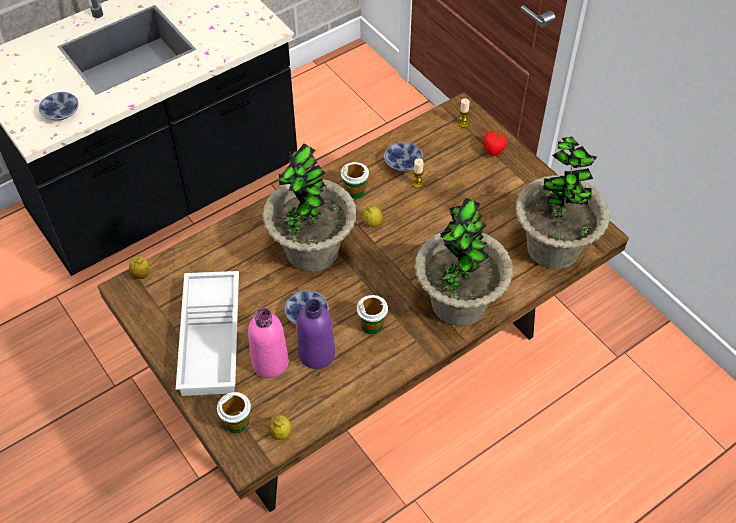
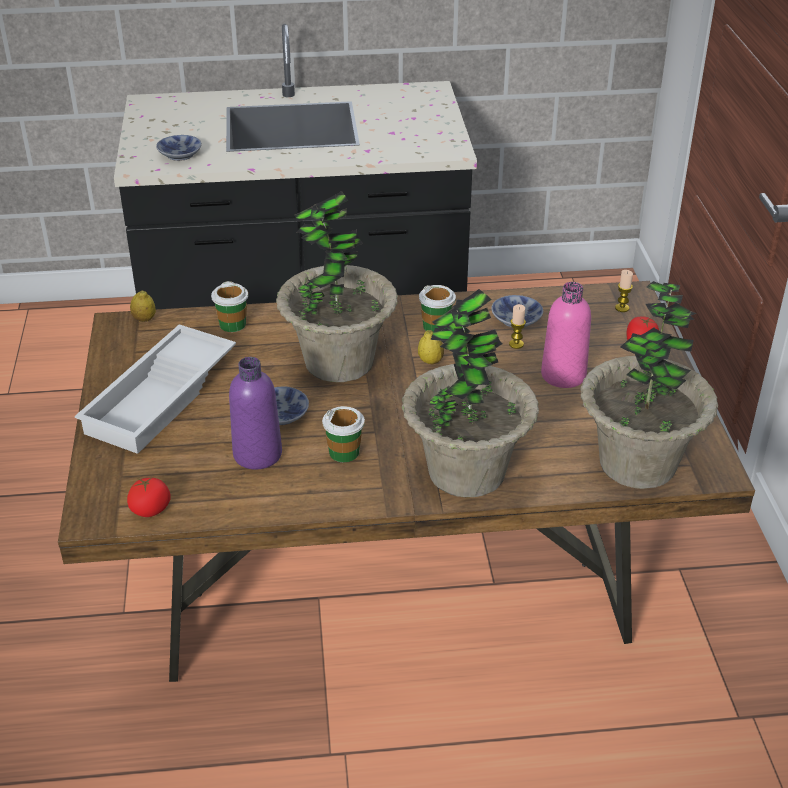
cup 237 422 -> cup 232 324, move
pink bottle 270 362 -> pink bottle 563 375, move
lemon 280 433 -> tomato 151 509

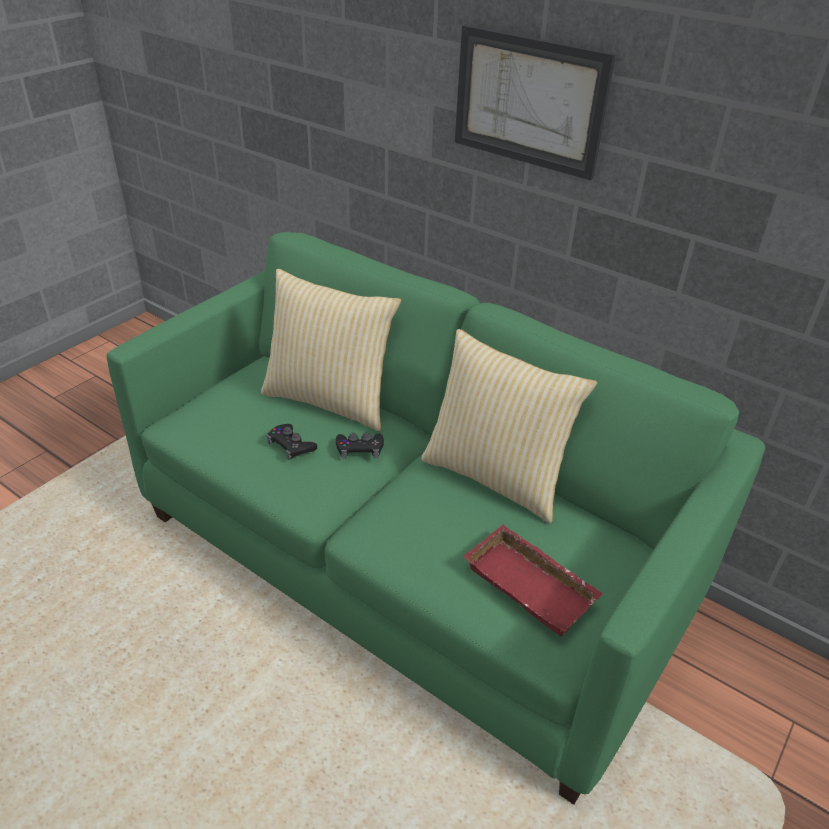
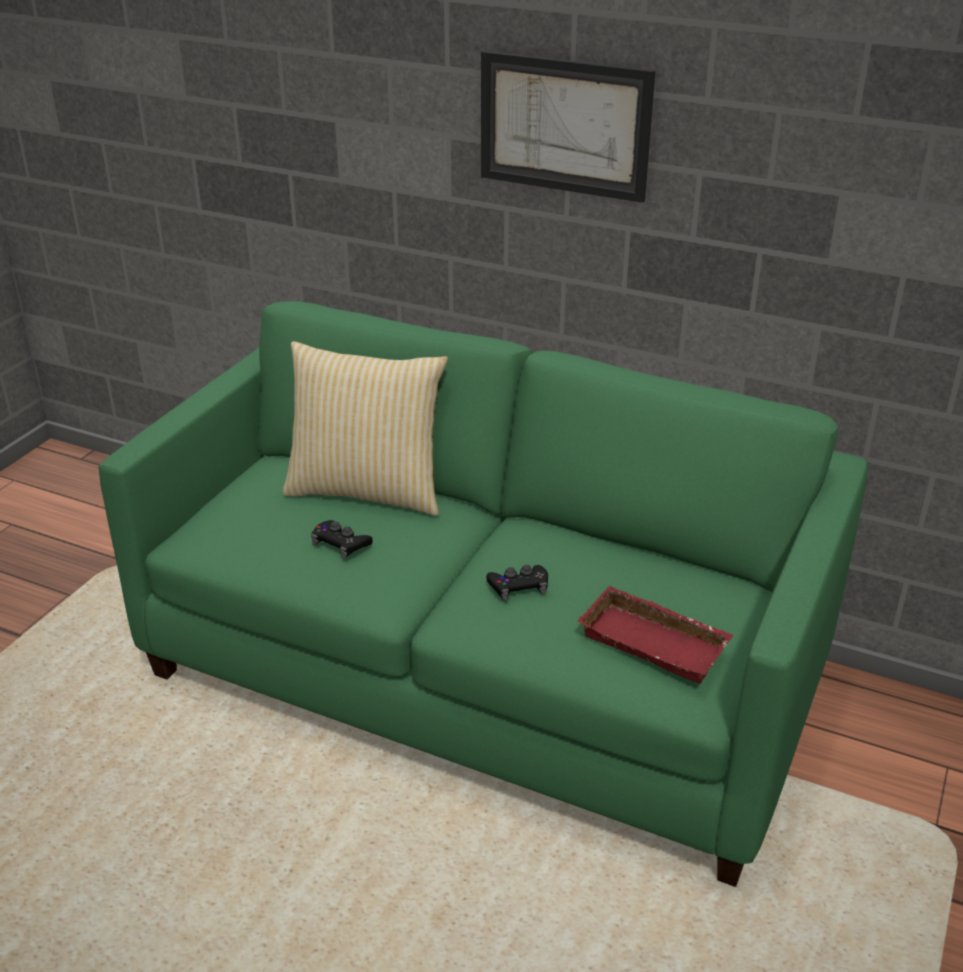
pillow 496 476 -> none
black game controller 359 449 -> black game controller 518 587, move

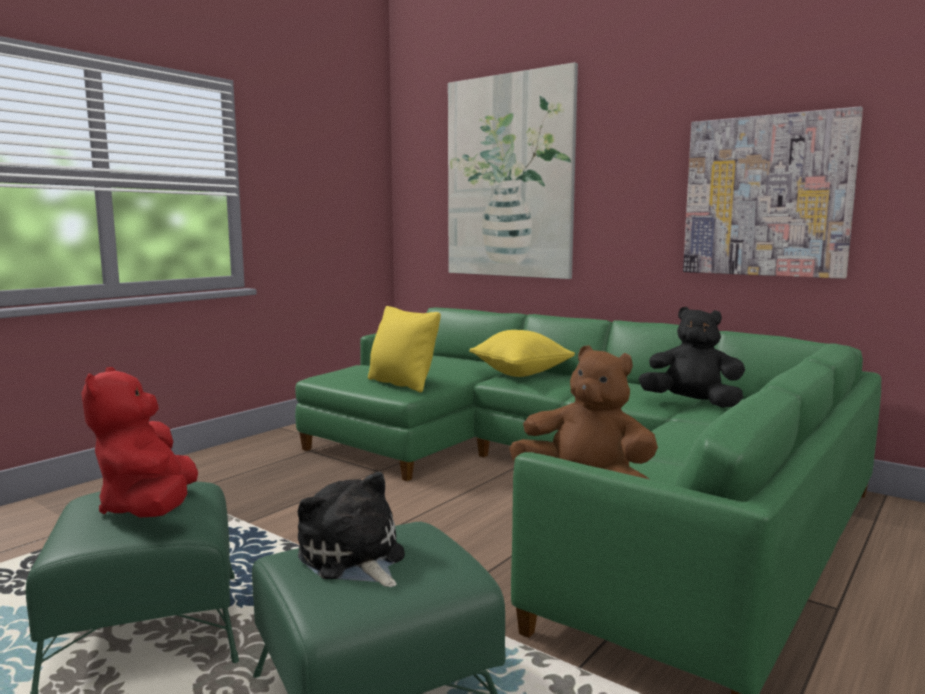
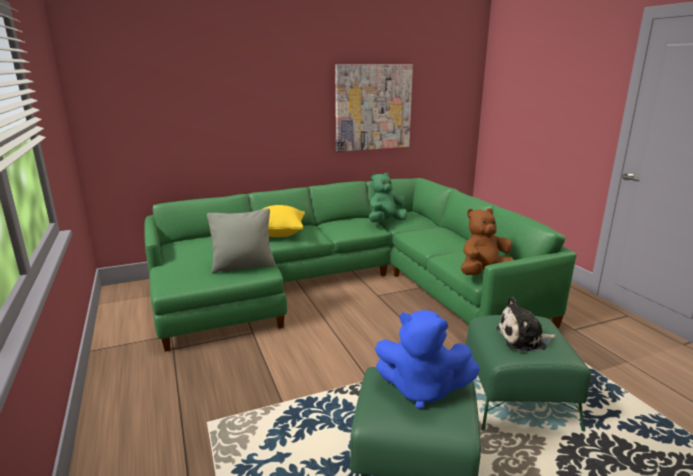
picture 509 177 -> none
red plush toy 150 508 -> blue plush toy 421 390
yellow pillow 402 384 -> grey pillow 243 266
black plush toy 692 403 -> green plush toy 385 222

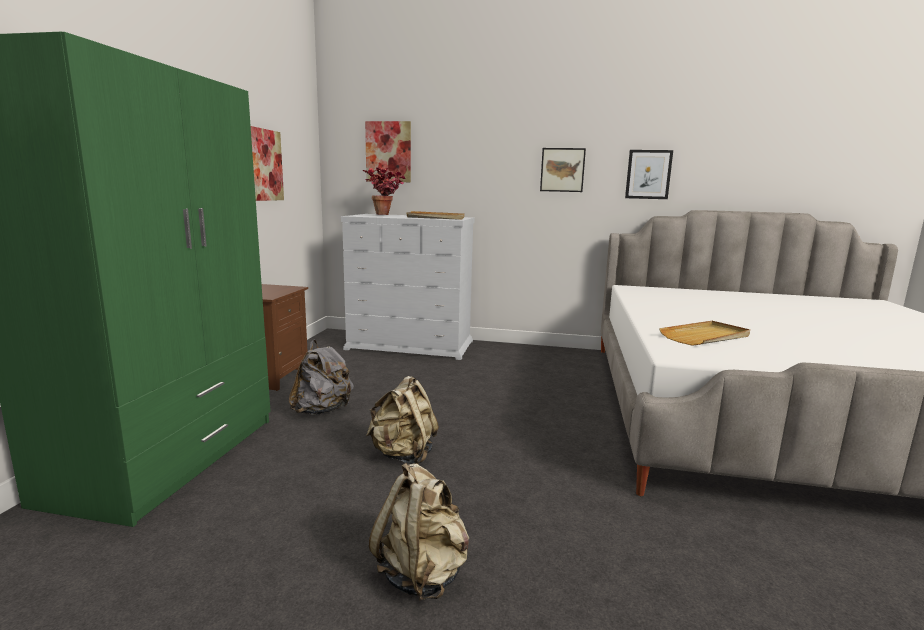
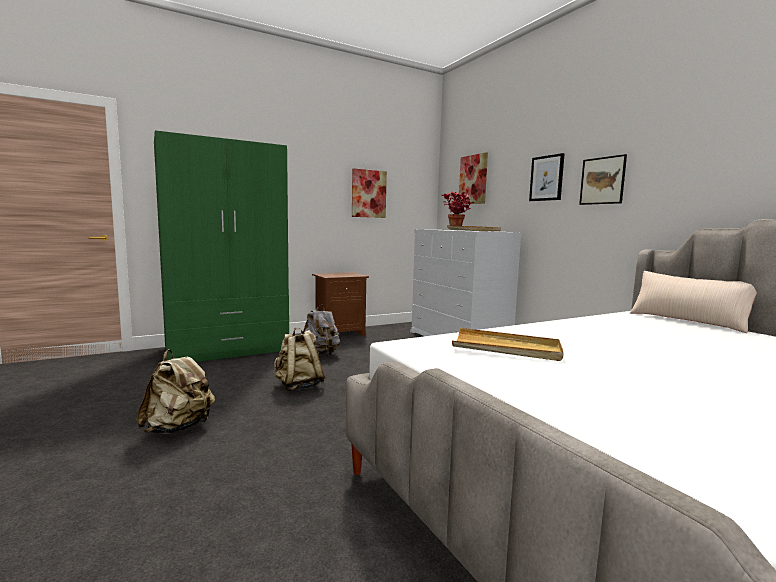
none -> beige pillow 687 321
picture 648 174 -> picture 546 178, move

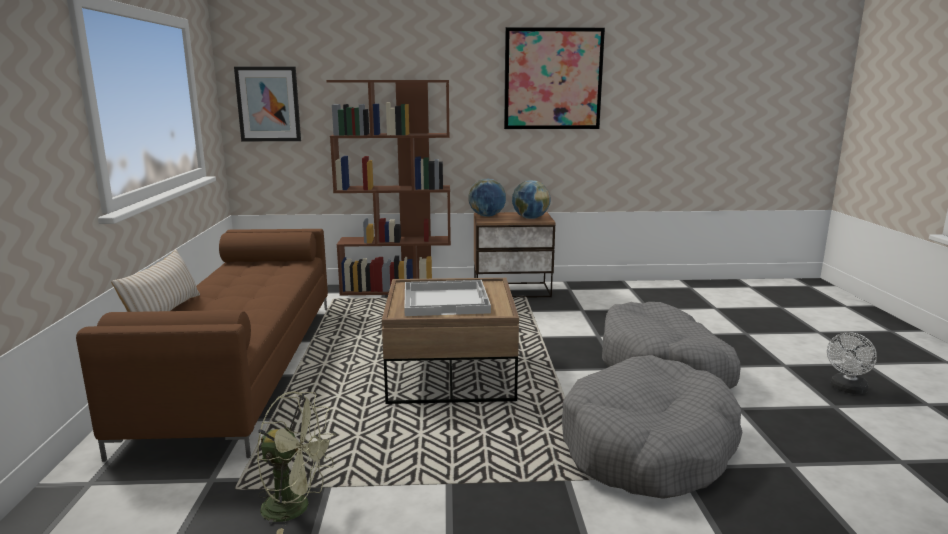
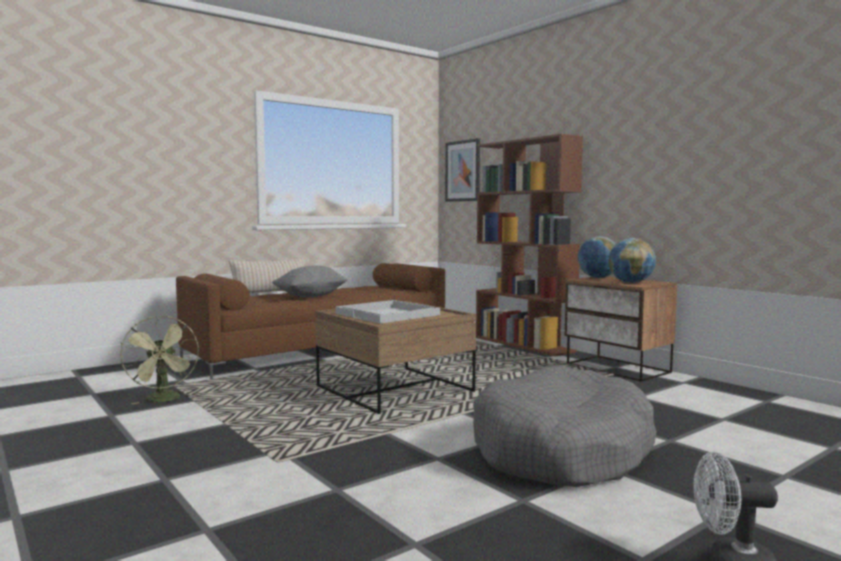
picture 553 79 -> none
grey dog bed 647 447 -> none
none -> grey pillow 310 296

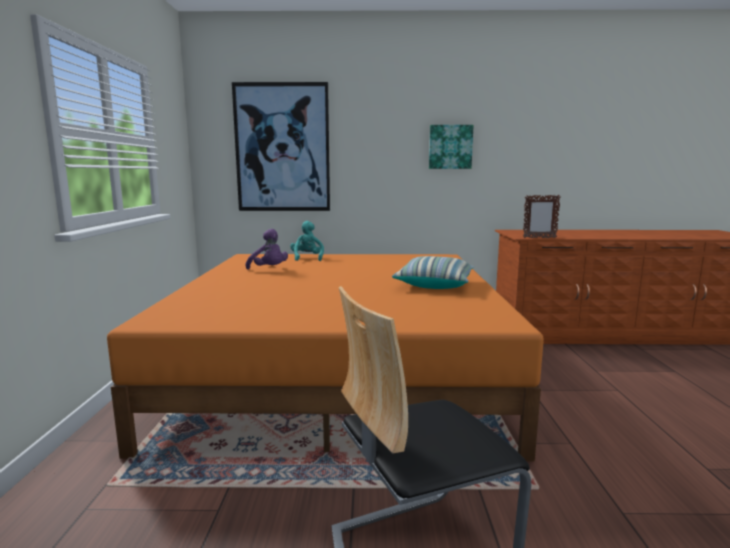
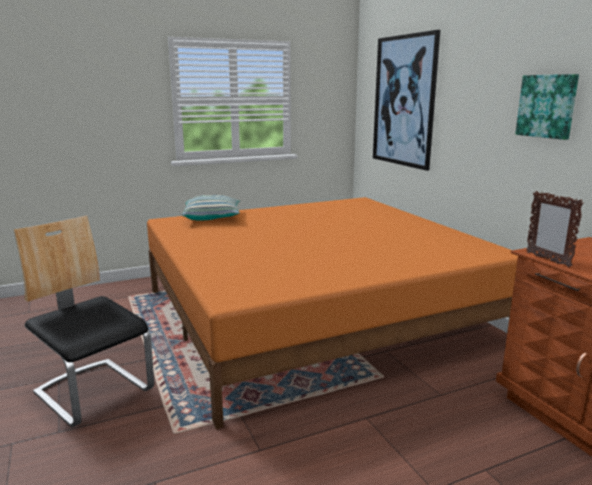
purple plush toy 269 269 -> none
turquoise plush toy 307 258 -> none
pillow 434 284 -> pillow 212 218, move

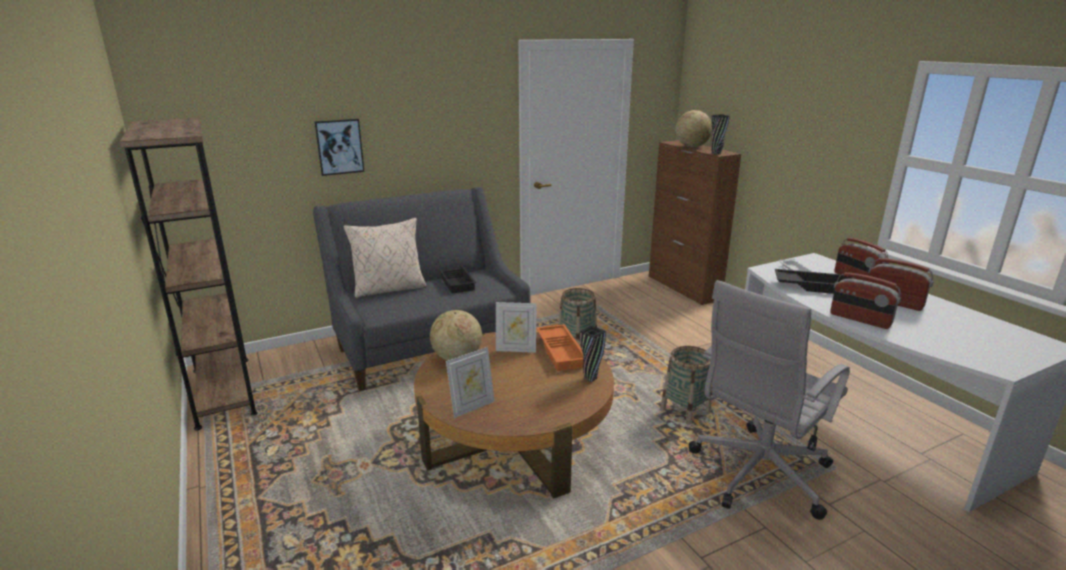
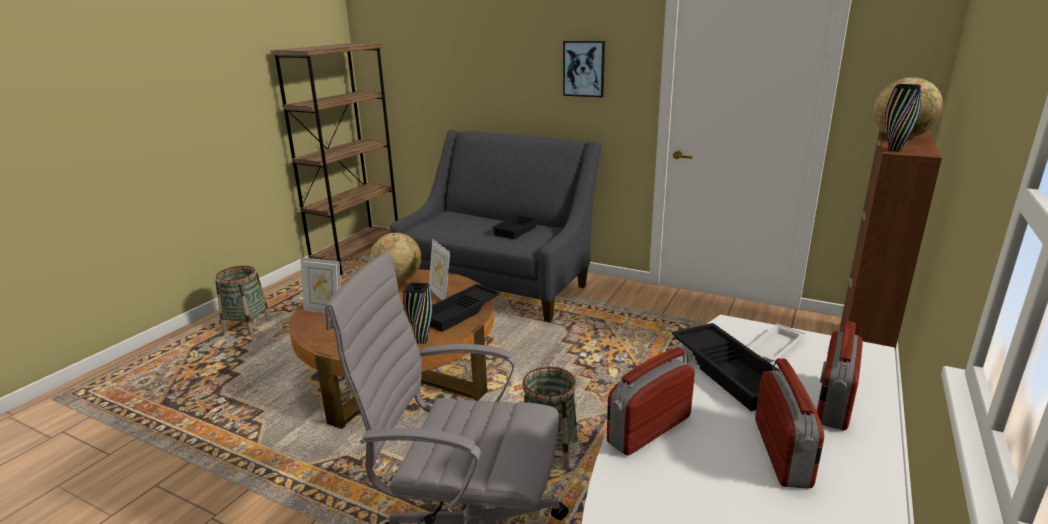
beige pillow 389 289 -> none
picture 339 146 -> picture 584 68, move
basket 576 342 -> basket 247 326, move
orange tray 561 351 -> black tray 461 312
radio 860 319 -> radio 648 429, 45 degrees clockwise

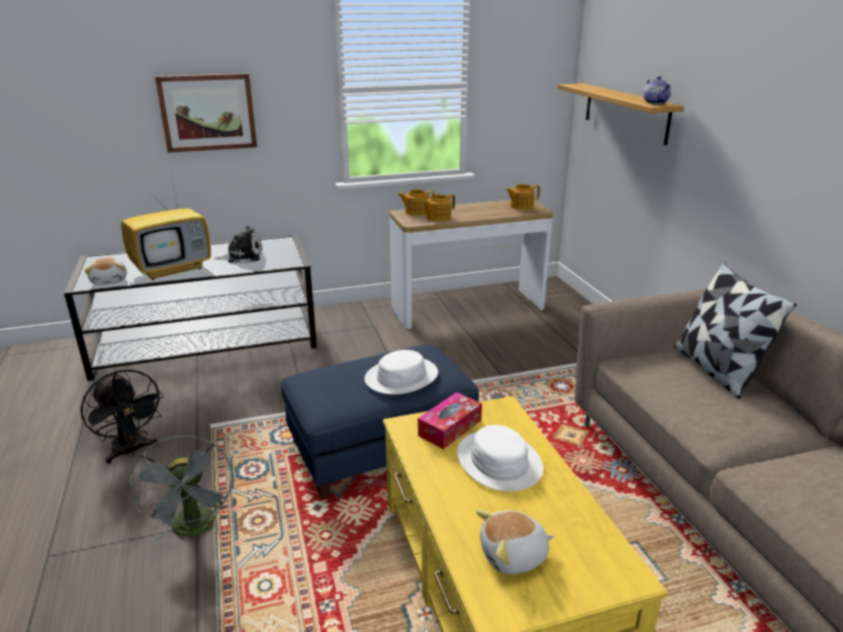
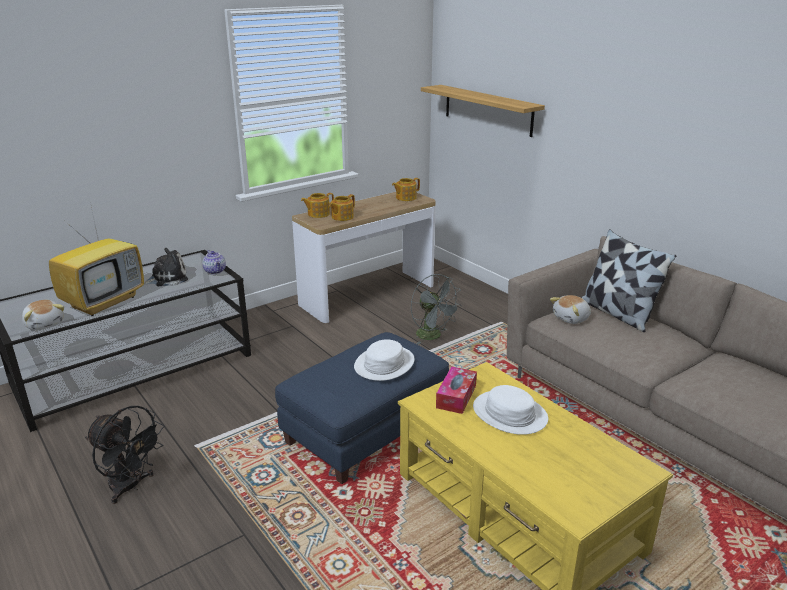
picture 208 112 -> none
grey fan 195 529 -> grey fan 433 336, move
plush toy 514 556 -> plush toy 571 318, move
teapot 656 103 -> teapot 215 271, move

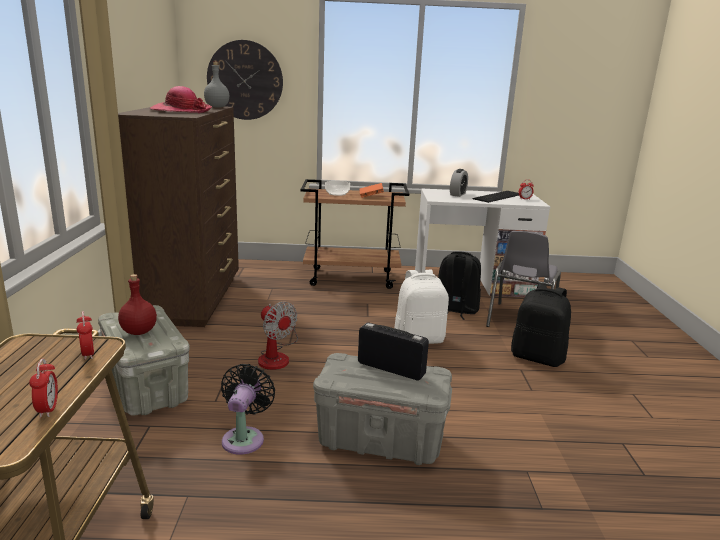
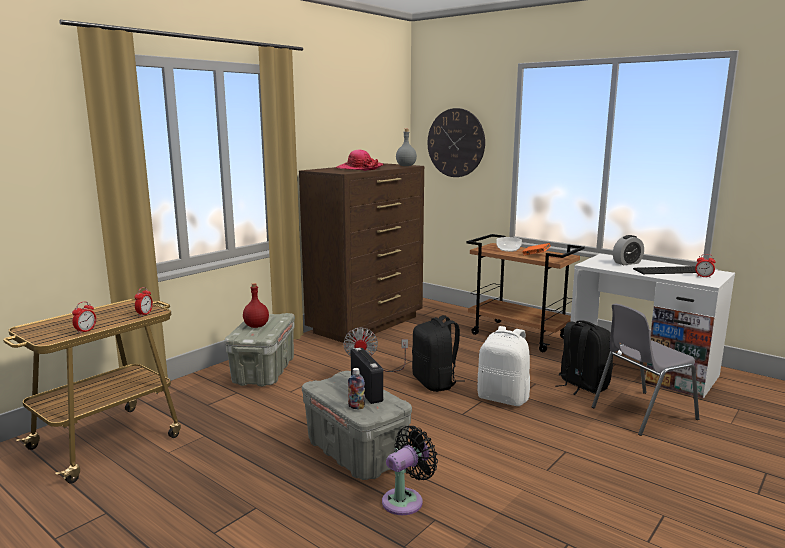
none -> bottle 356 407
black fan 244 438 -> black fan 406 500, move
black backpack 537 357 -> black backpack 435 383, move

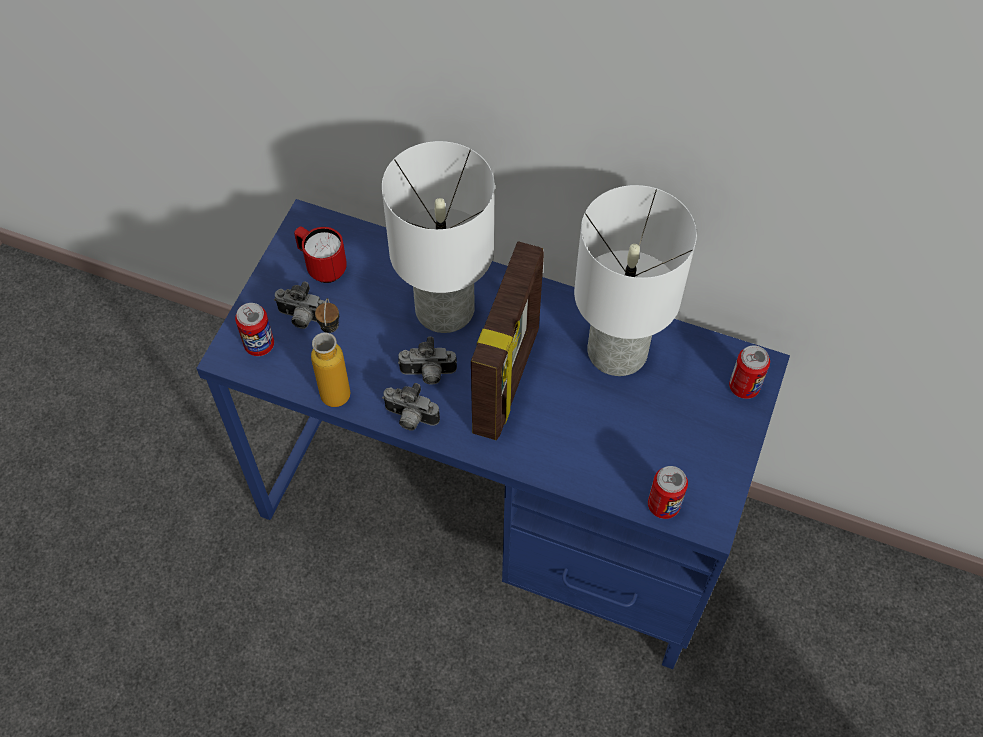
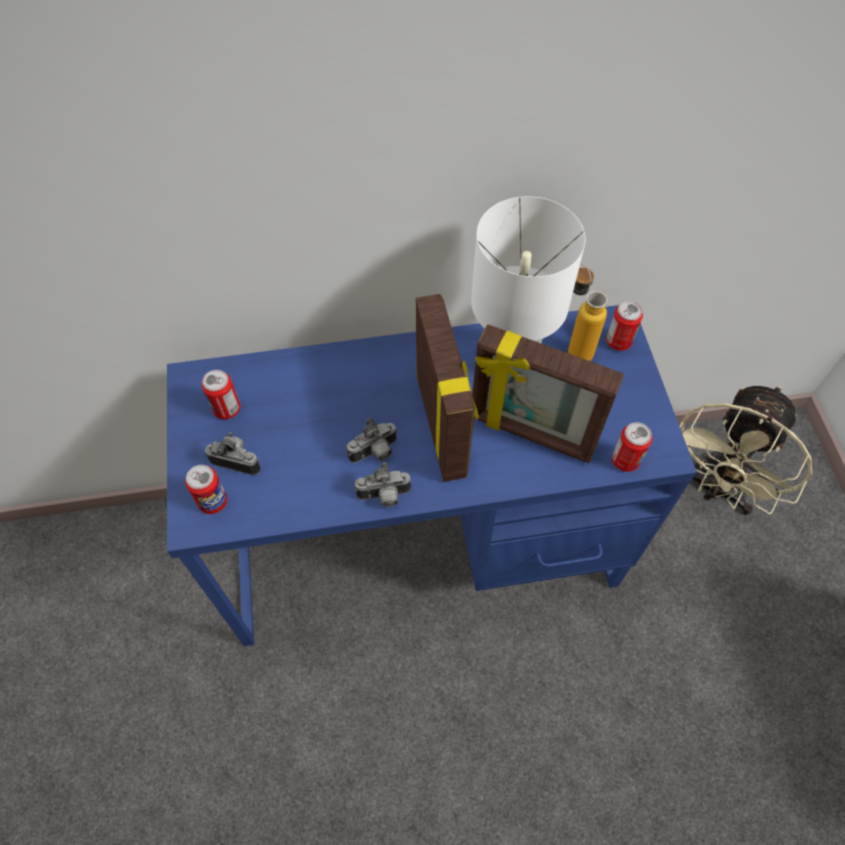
white table lamp 444 307 -> none
none -> picture frame 531 434
none -> beige fan 713 488
bottle 337 384 -> bottle 574 346, move
red mug 322 267 -> can 227 409
photo camera 302 319 -> photo camera 237 460, 150 degrees counterclockwise

